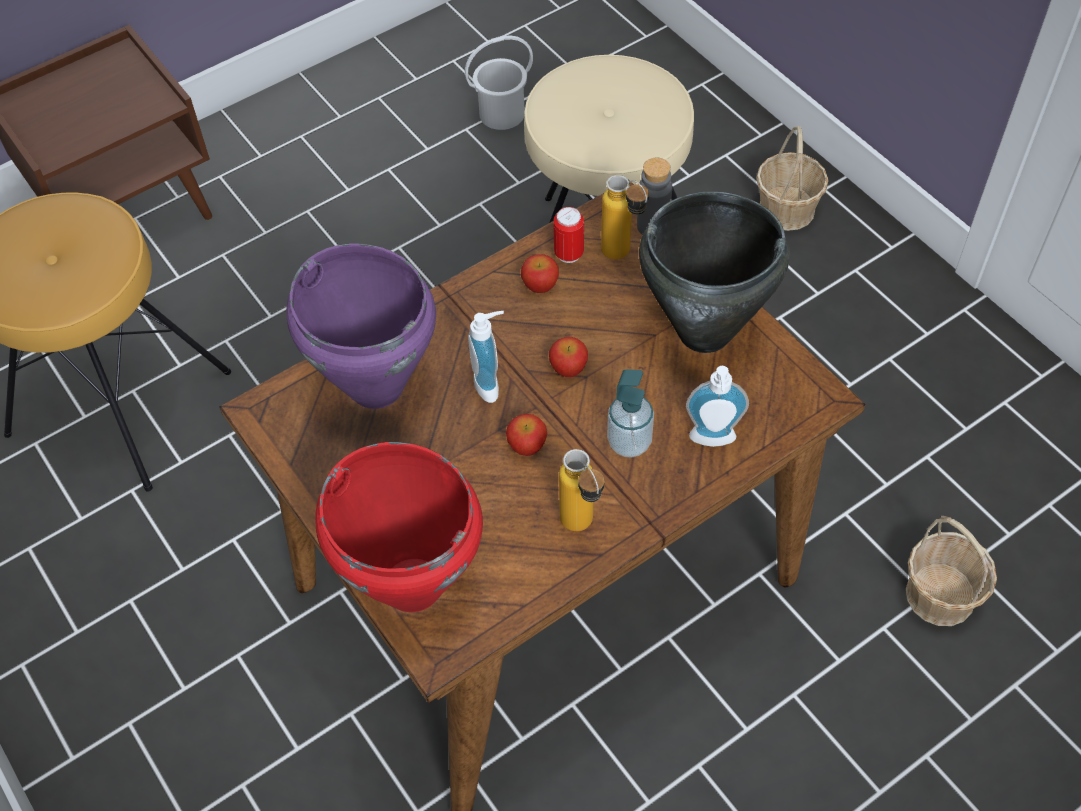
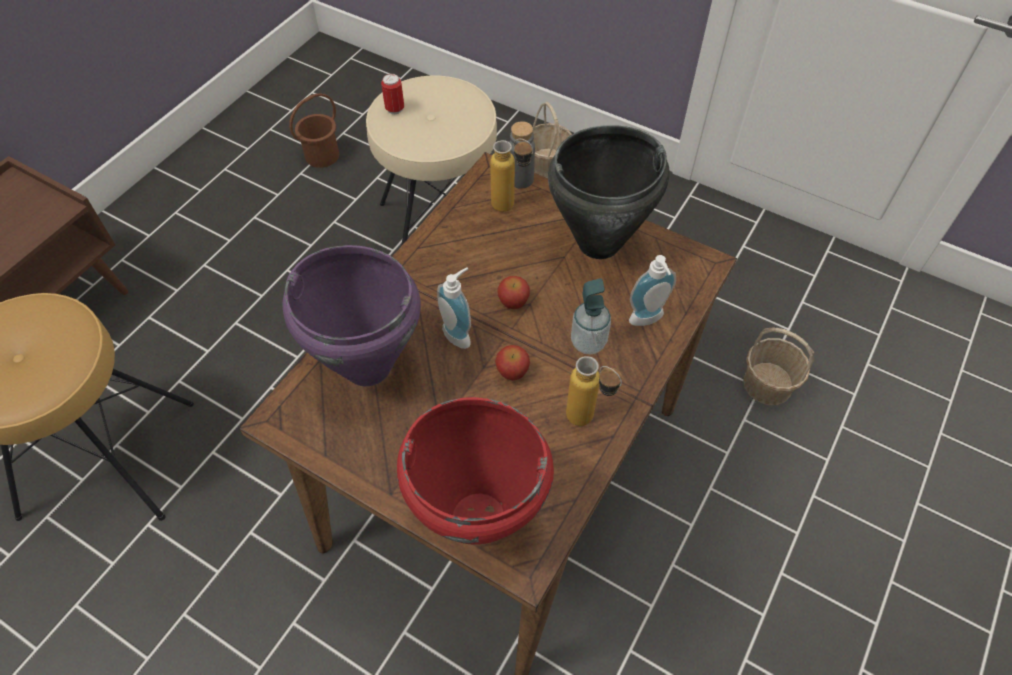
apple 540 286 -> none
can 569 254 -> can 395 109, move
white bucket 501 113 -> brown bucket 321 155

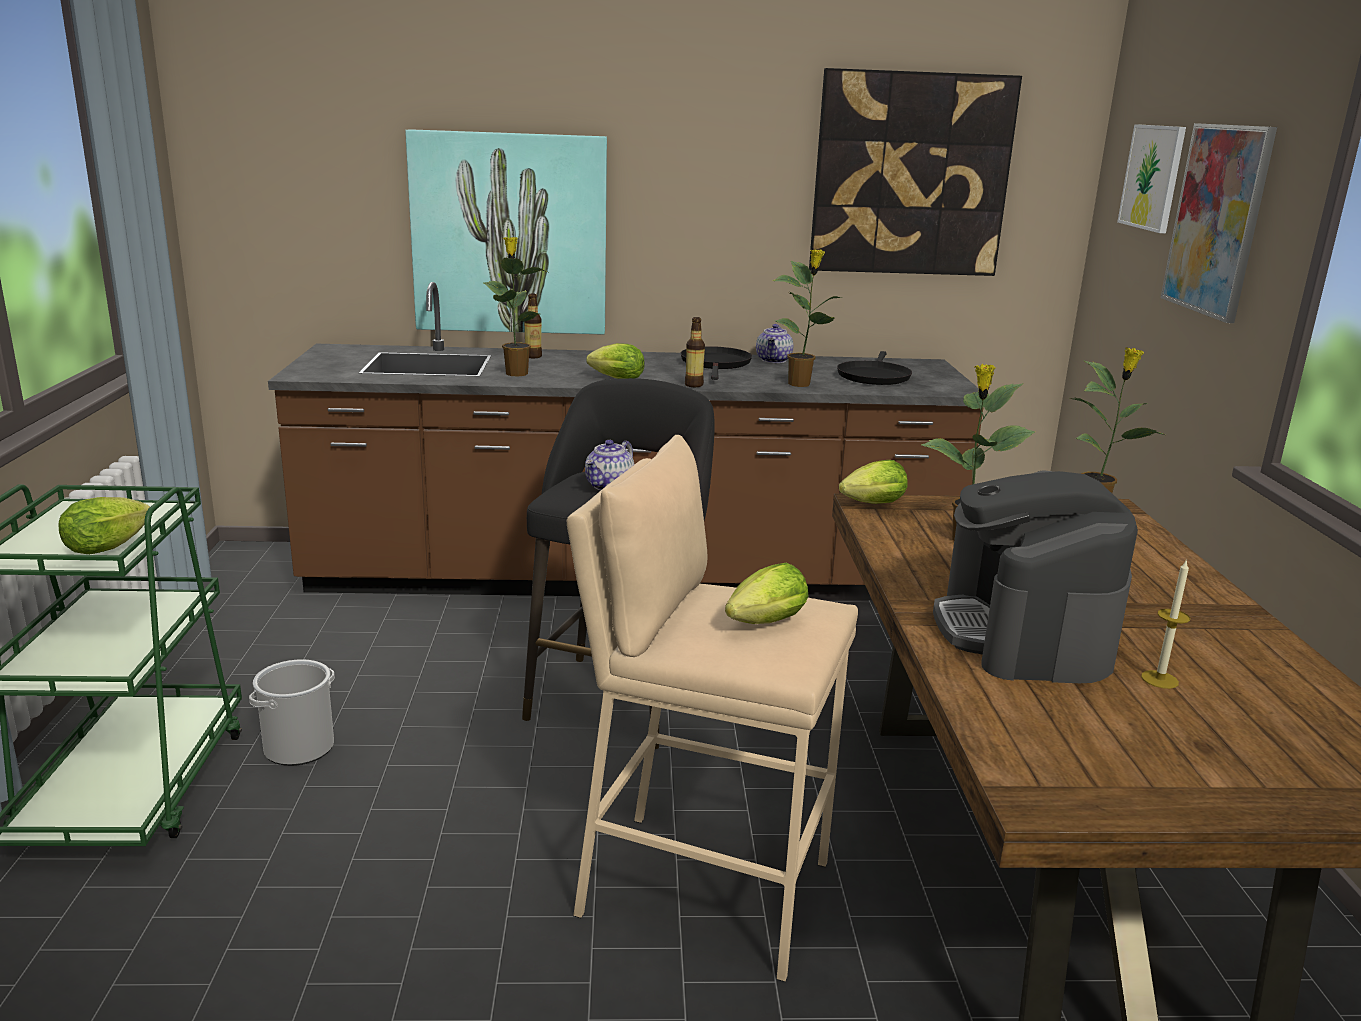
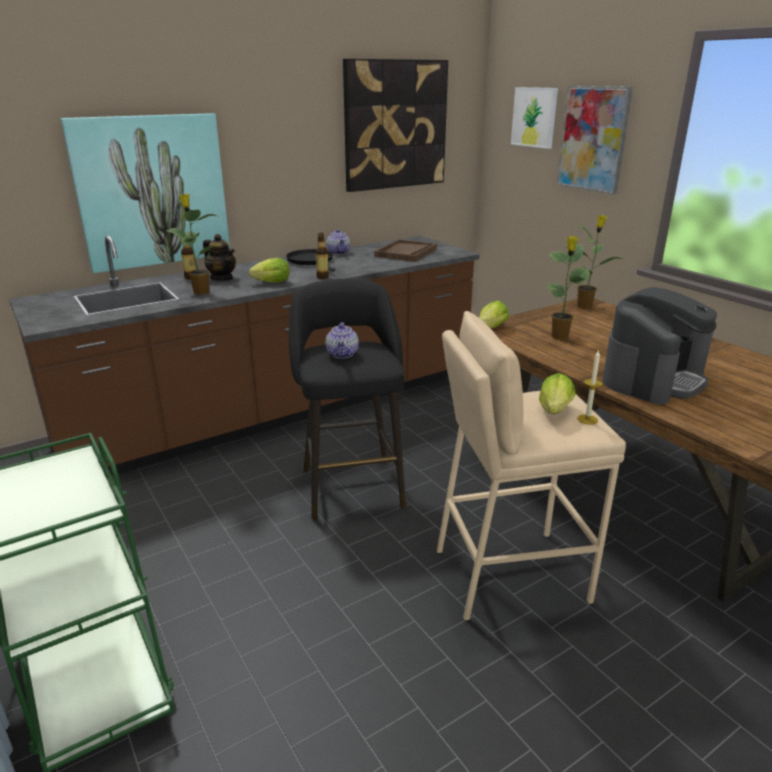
lettuce 111 546 -> none
bucket 299 747 -> none
potted plant 800 384 -> none
none -> teapot 222 278
candle 1159 679 -> candle 587 419, move
black frying pan 873 376 -> brown tray 406 252
coffee machine 1023 633 -> coffee machine 653 378, 105 degrees counterclockwise

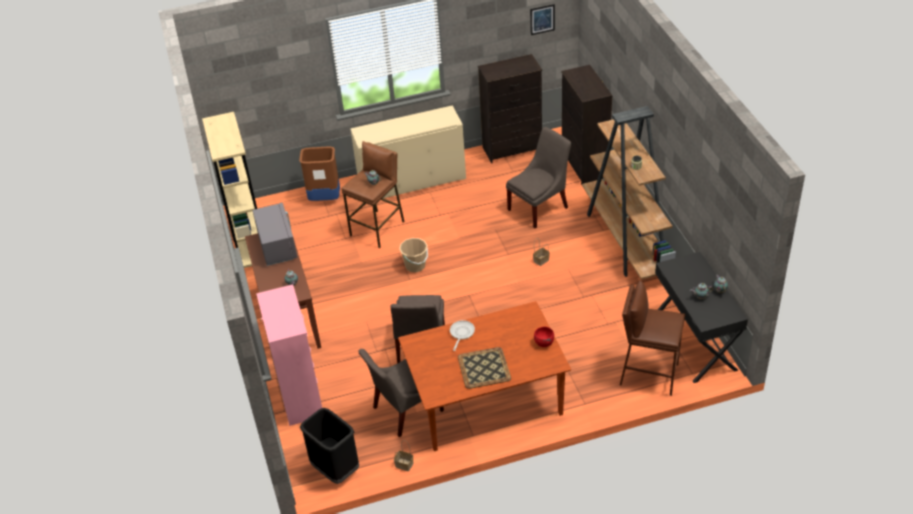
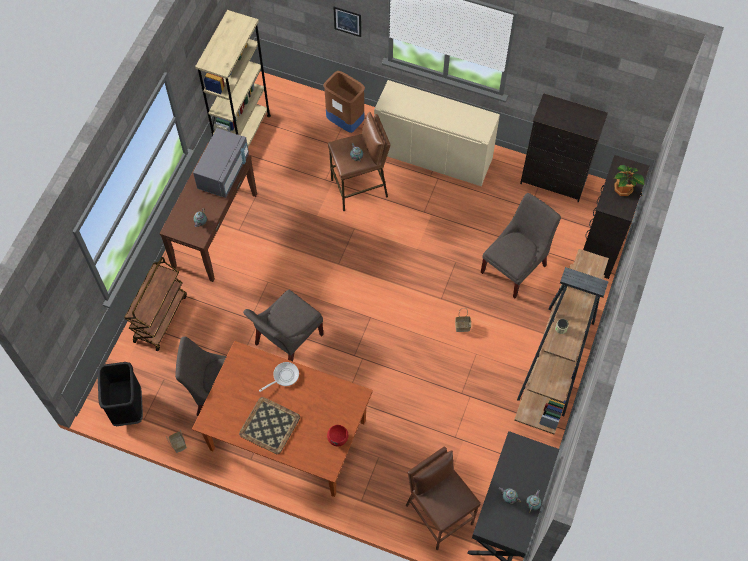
beige bucket 415 266 -> none
none -> potted plant 623 189
picture 542 19 -> picture 347 21, move
pink dresser 300 396 -> brown cart 160 317
grey chair 540 207 -> grey chair 515 267, 45 degrees counterclockwise

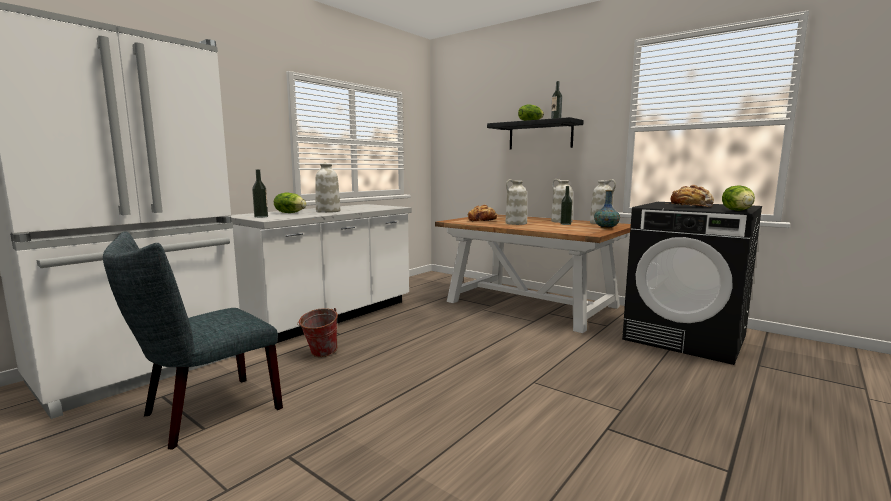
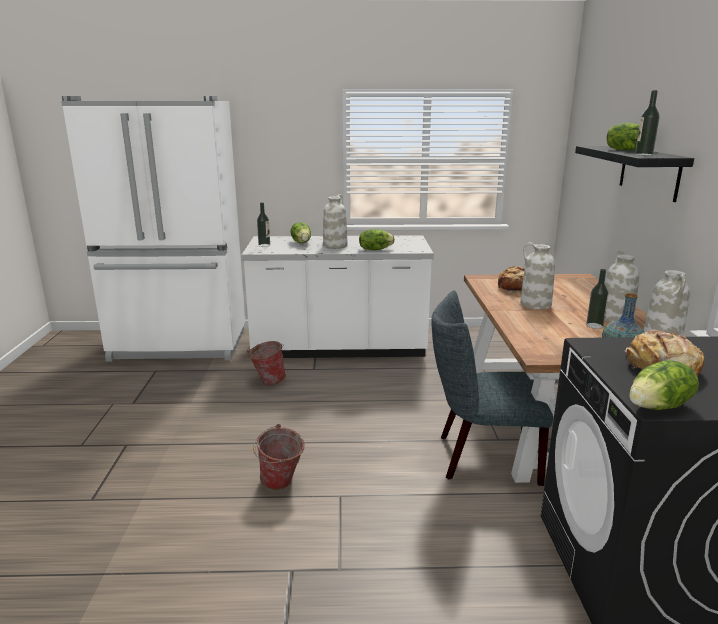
none -> bucket 280 485
none -> lettuce 375 249
grey chair 204 414 -> grey chair 481 458, move

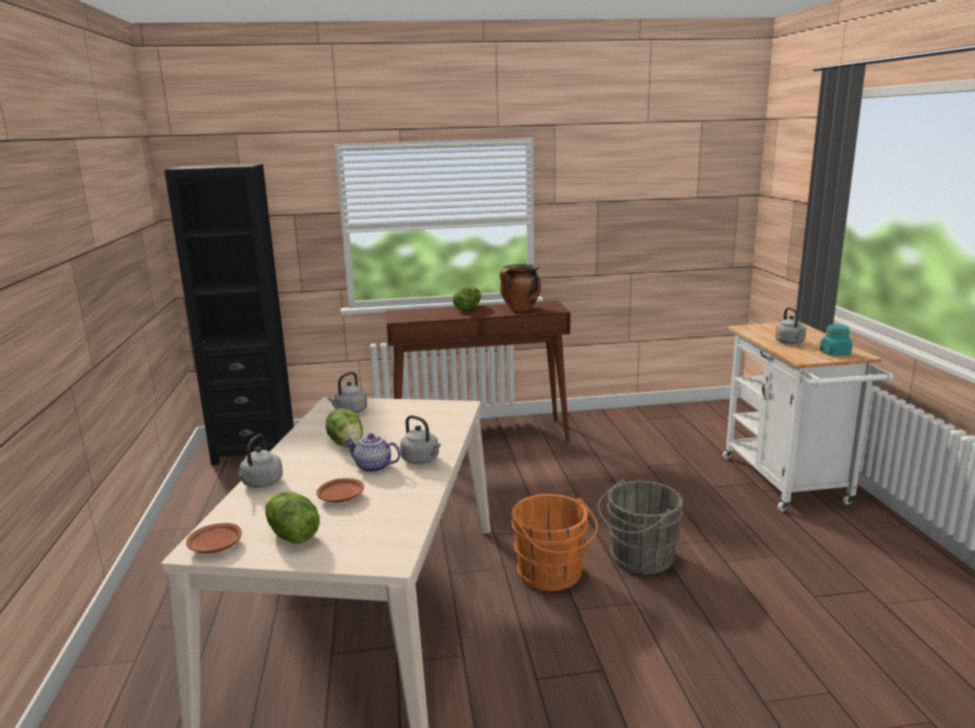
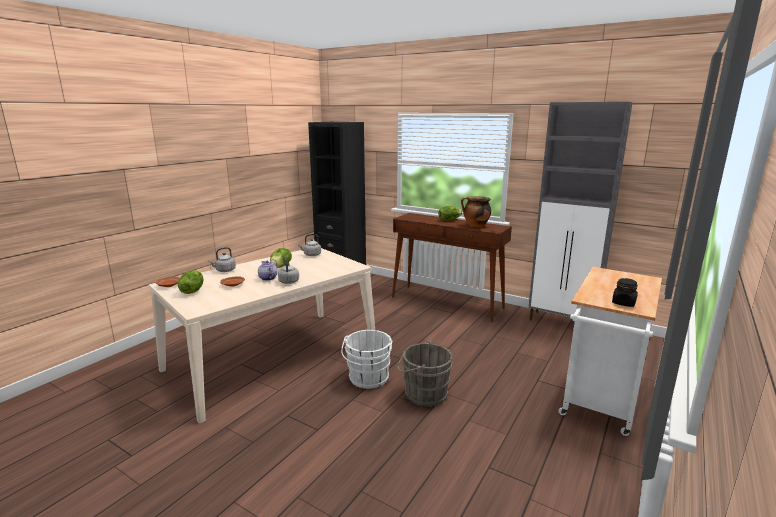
grey kettle 790 342 -> none
none -> grey cabinet 562 322
orange bucket 552 575 -> white bucket 368 379
turquoise jar 835 353 -> black jar 623 303

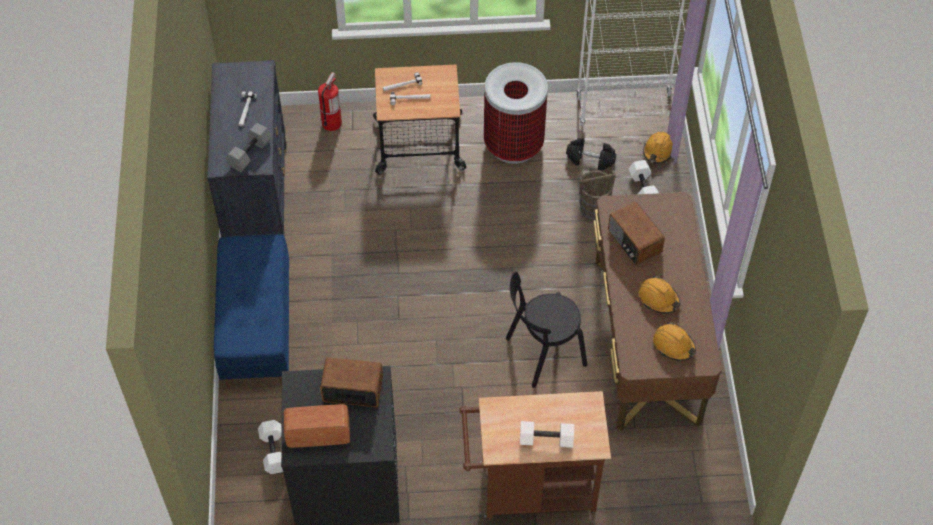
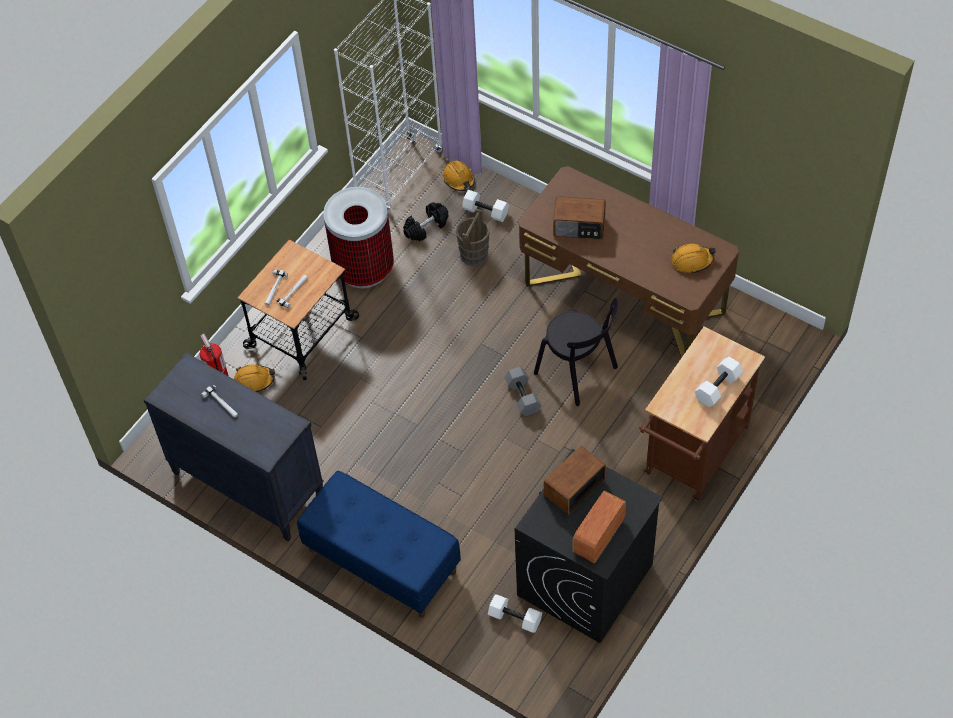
grey dumbbell 250 154 -> grey dumbbell 523 397, move
orange hard hat 658 299 -> orange hard hat 254 380, move
black chair 542 353 -> black chair 578 372, 60 degrees counterclockwise

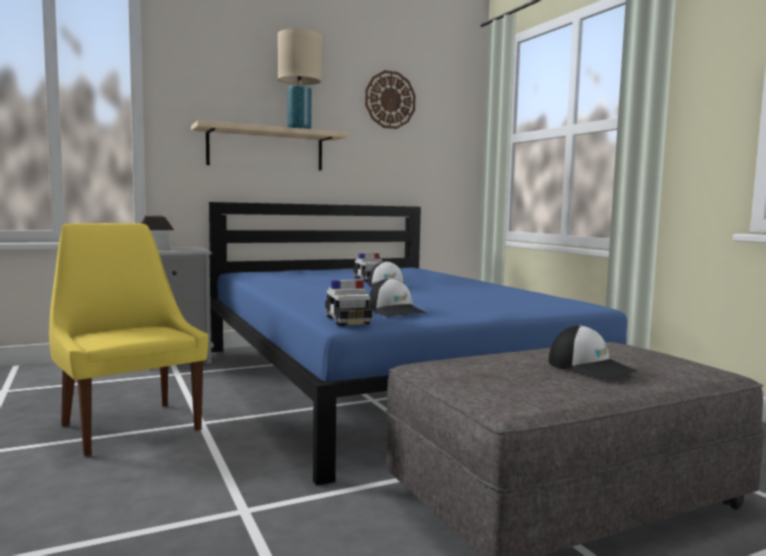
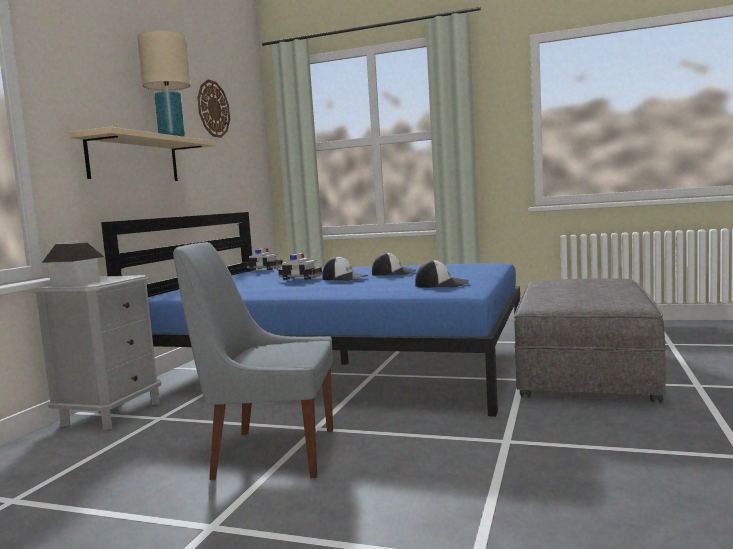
toy car 347 320 -> toy car 265 269, move
cap 590 367 -> cap 394 273, move
yellow chair 129 426 -> grey chair 270 453

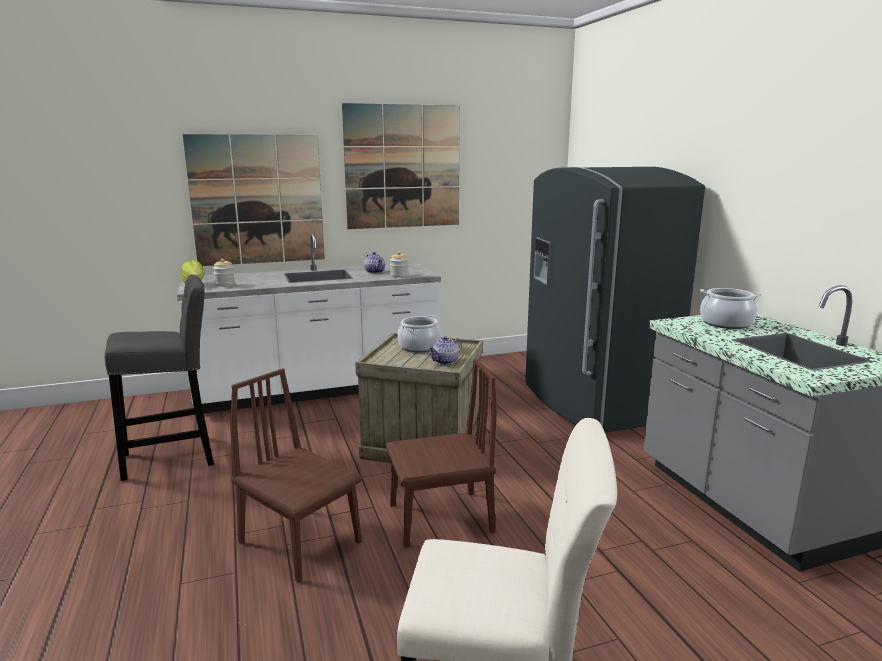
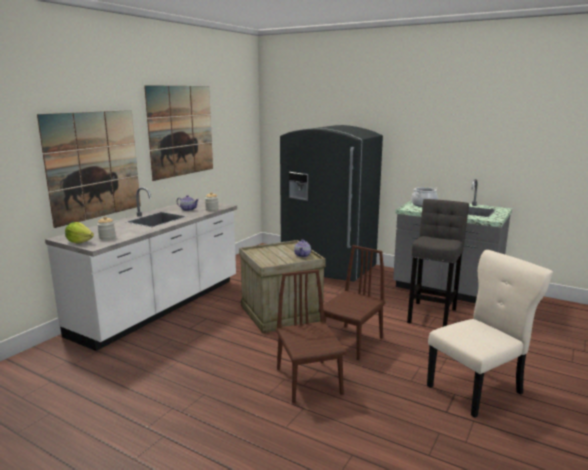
cooking pot 419 347 -> none
grey stool 174 457 -> grey stool 432 314, move
brown chair 300 542 -> brown chair 308 381, 75 degrees clockwise

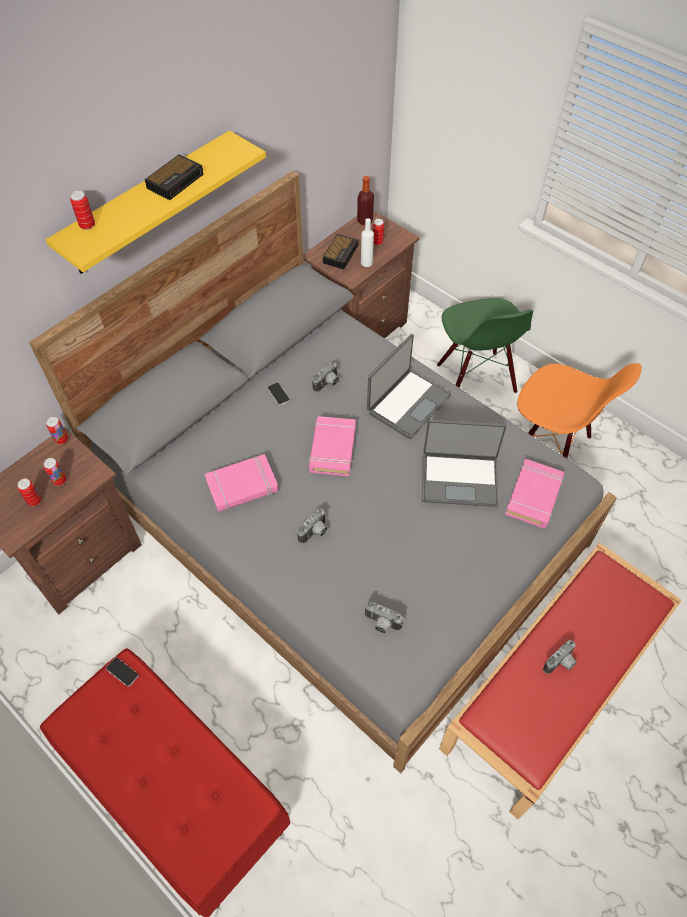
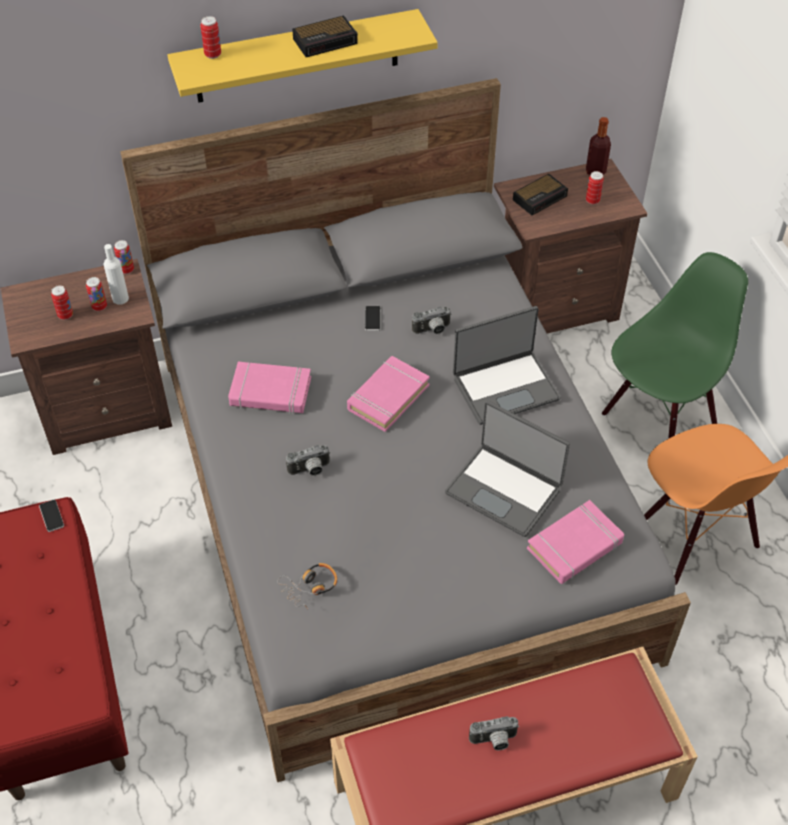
white bottle 366 262 -> white bottle 120 298, move
photo camera 381 624 -> headphones 310 587
green chair 475 379 -> green chair 658 418, 150 degrees counterclockwise

